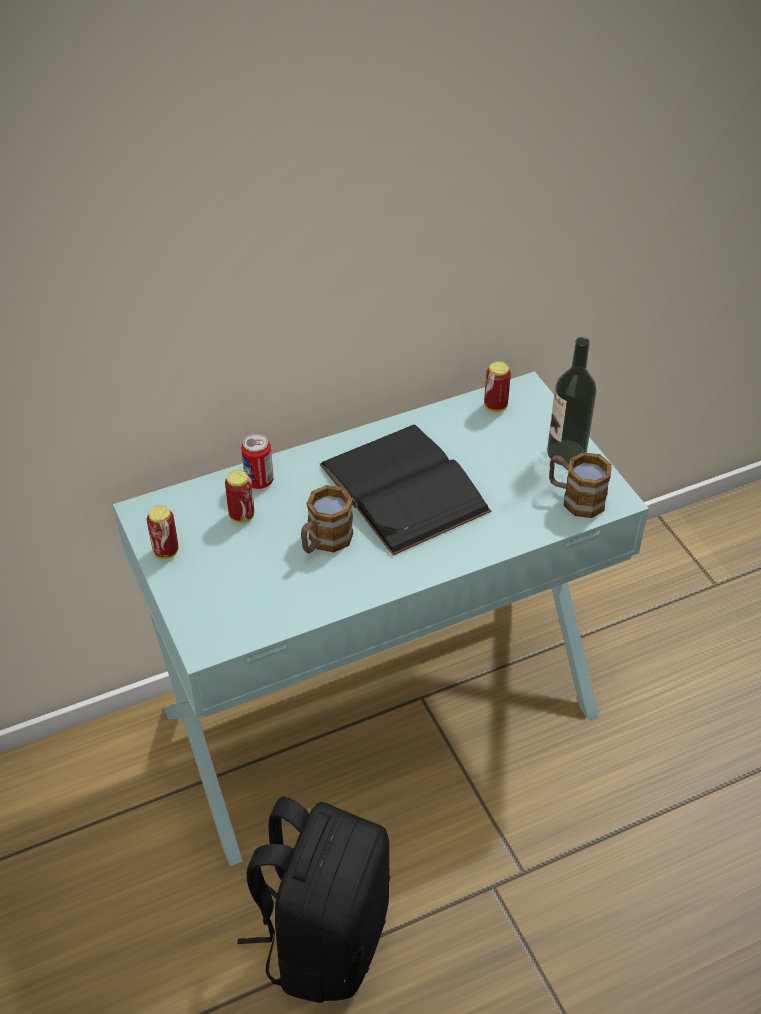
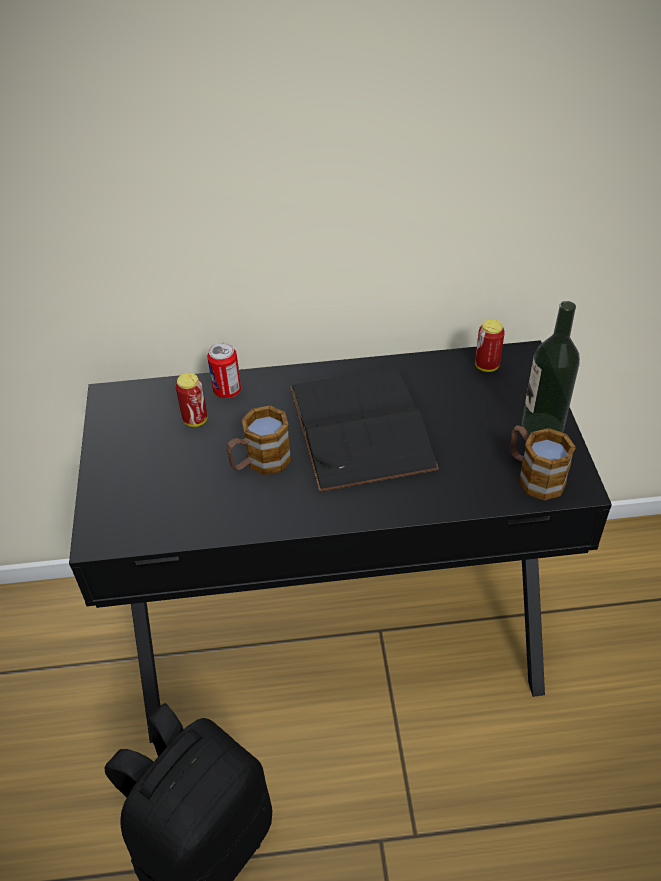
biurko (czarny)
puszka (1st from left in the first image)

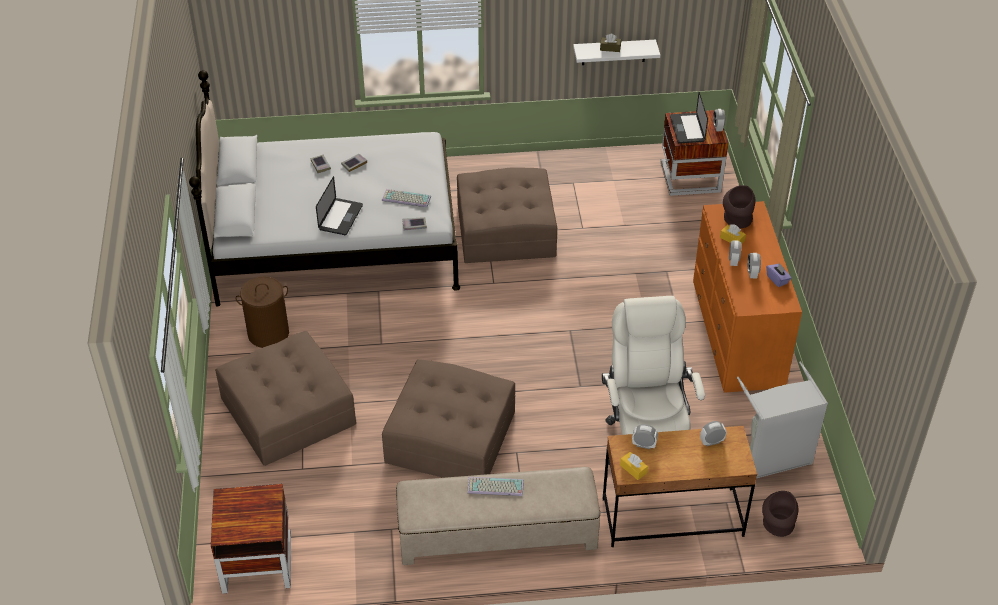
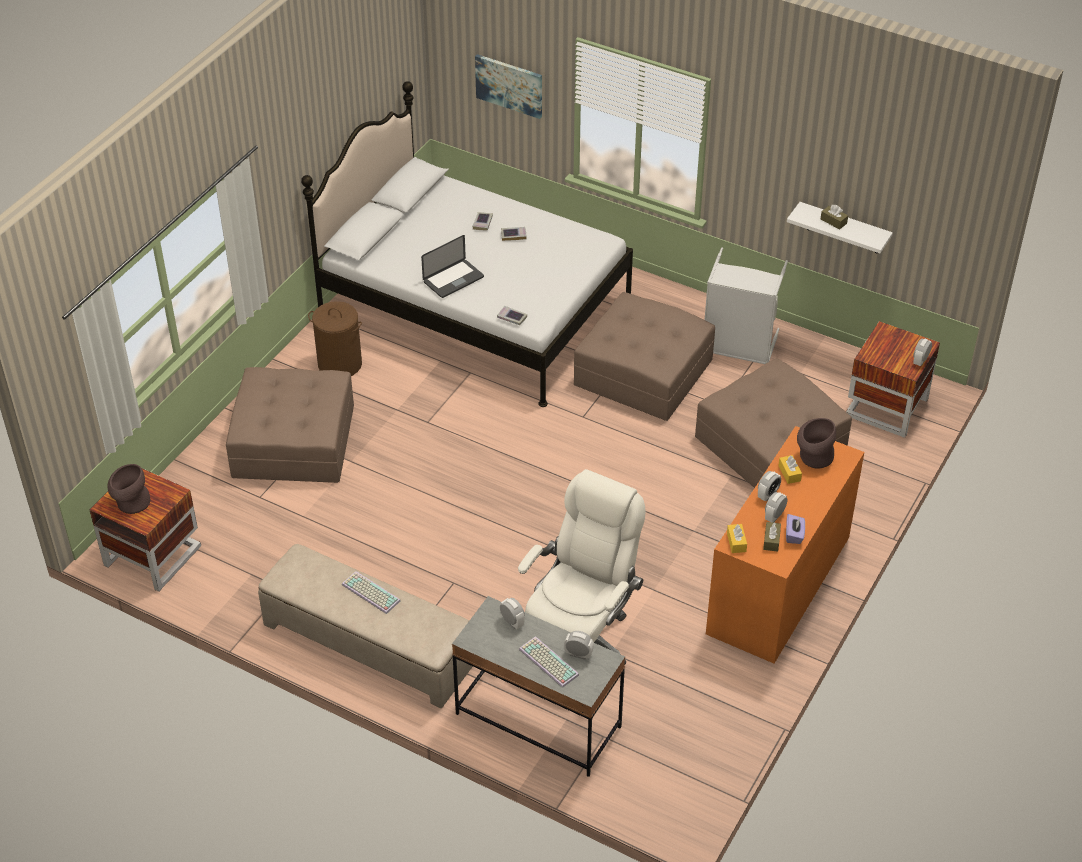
klawiatura (2nd from left)
pufa (brązowy) (3rd from left)
biurko (szary)
pudełko chusteczek (żółty) (1st from left)
laptop (2nd from left in the first image)
kosz na pranie (szary)
wazon (brązowy) (1st from left)
obraz
pudełko chusteczek (brązowy) (1st from left)

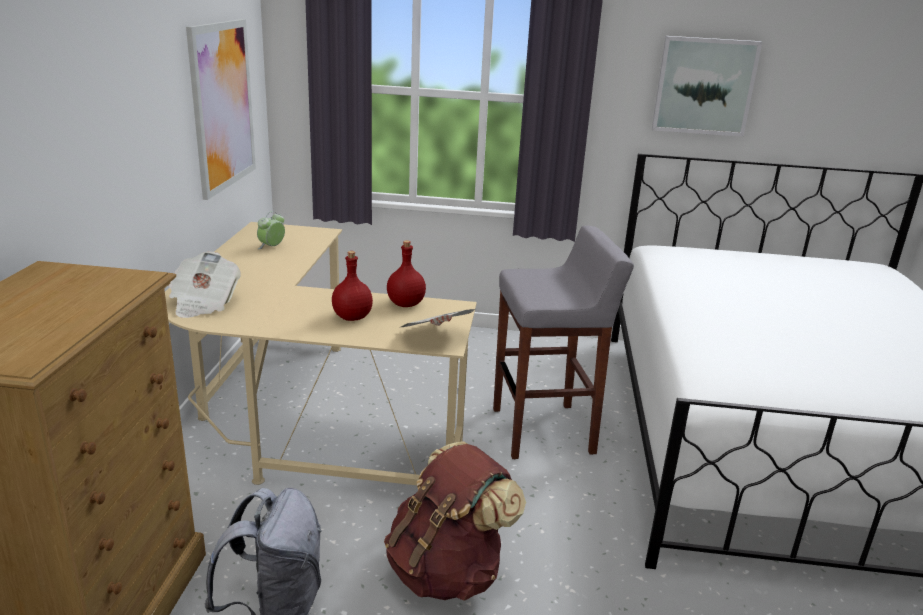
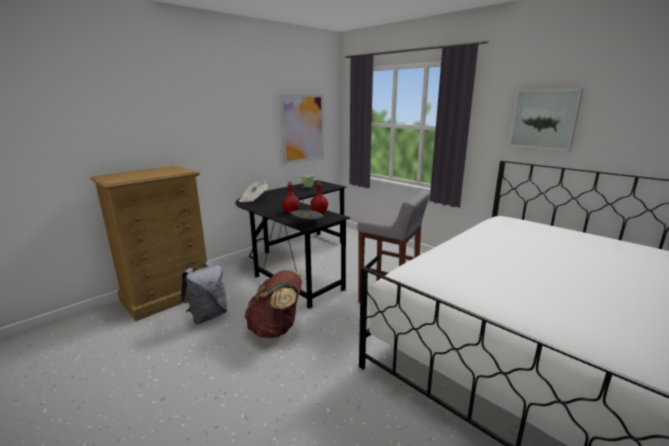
biurko (czarny)

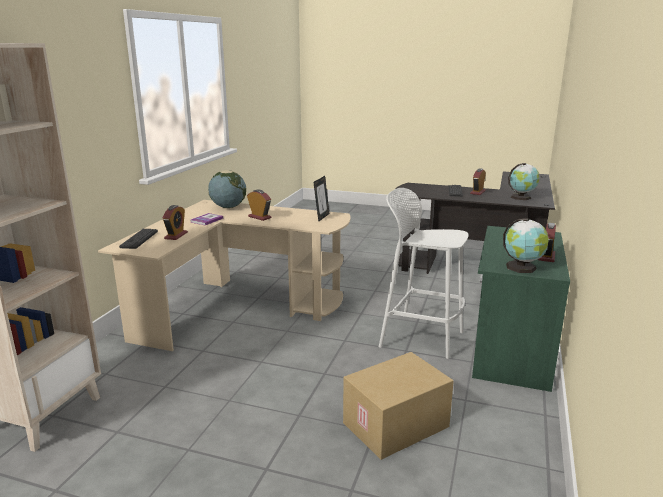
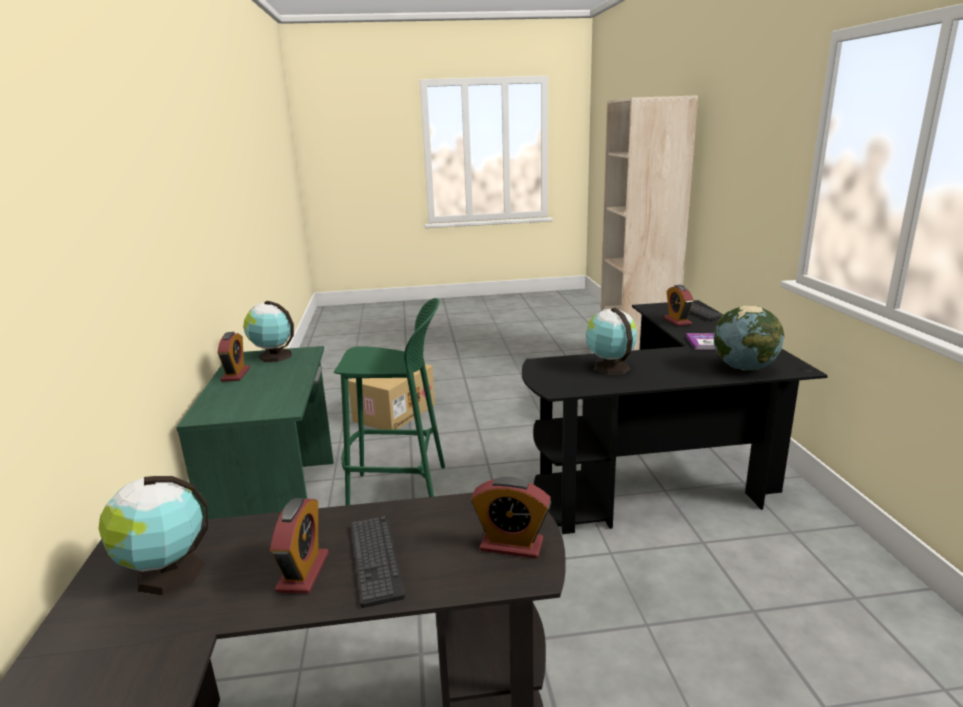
biurko (czarny) (2nd from left)
budzik (3rd from left)
ramka na zdjęcie
stołek (zielony)
globus (3rd from left)

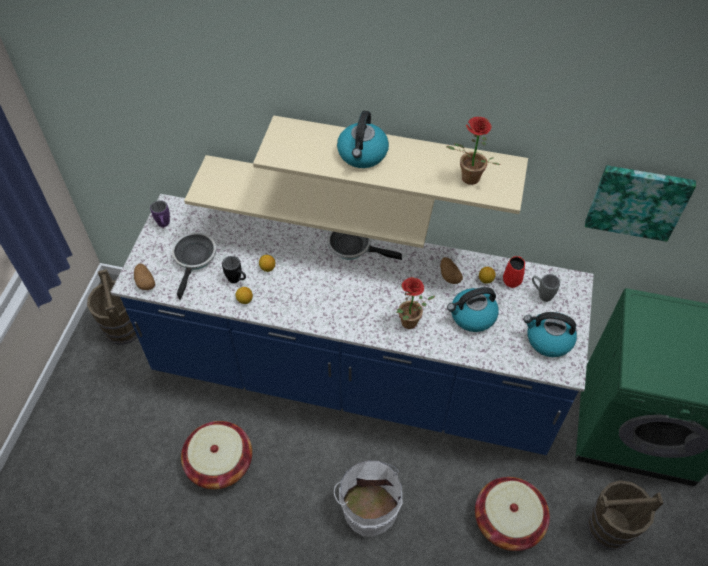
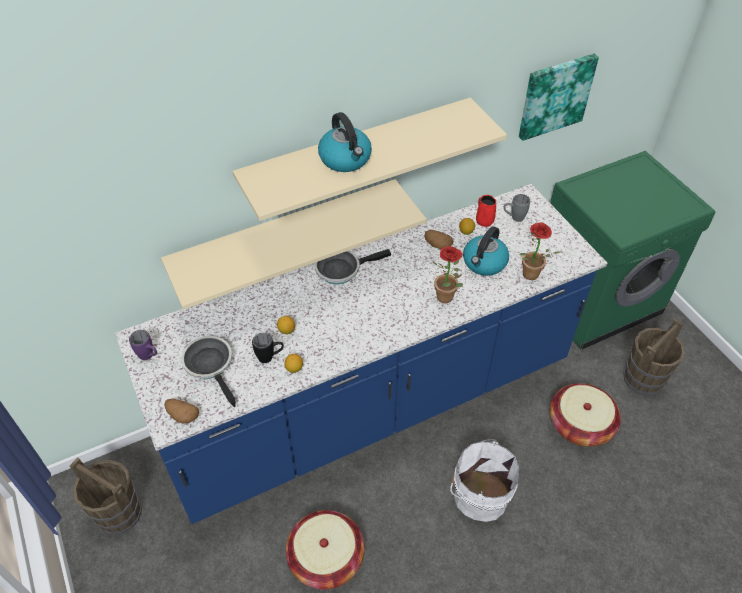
roślina doniczkowa (2nd from left)
czajnik (3rd from left in the first image)

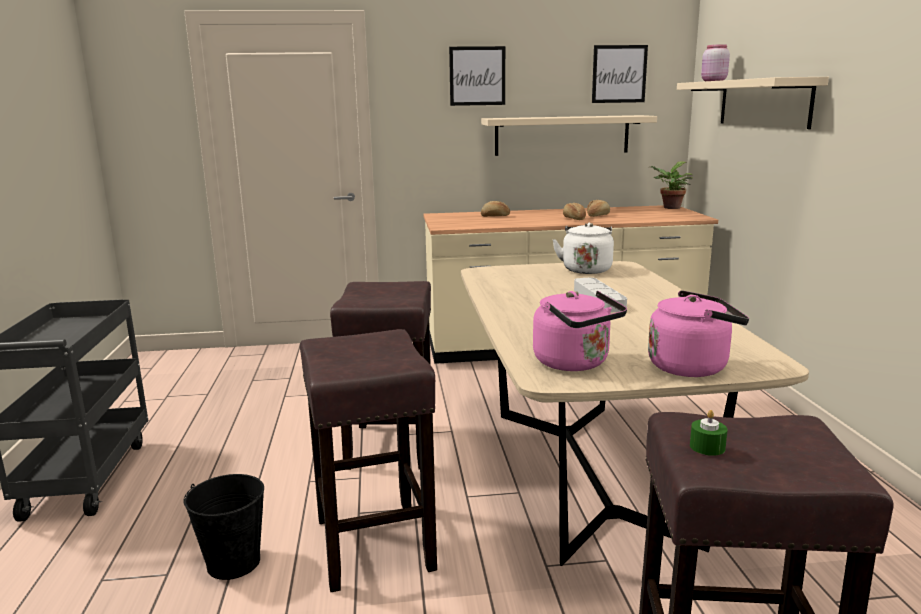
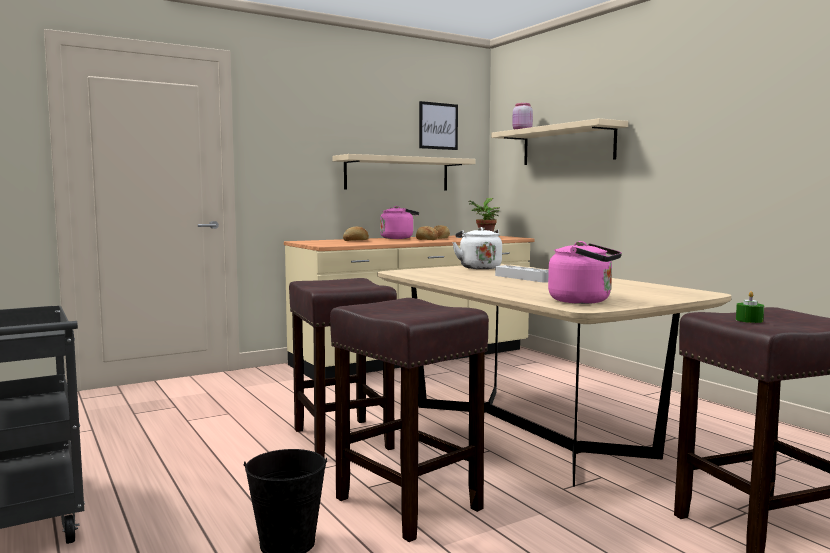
obraz (1st from left in the first image)
czajnik (różowy) (1st from left)

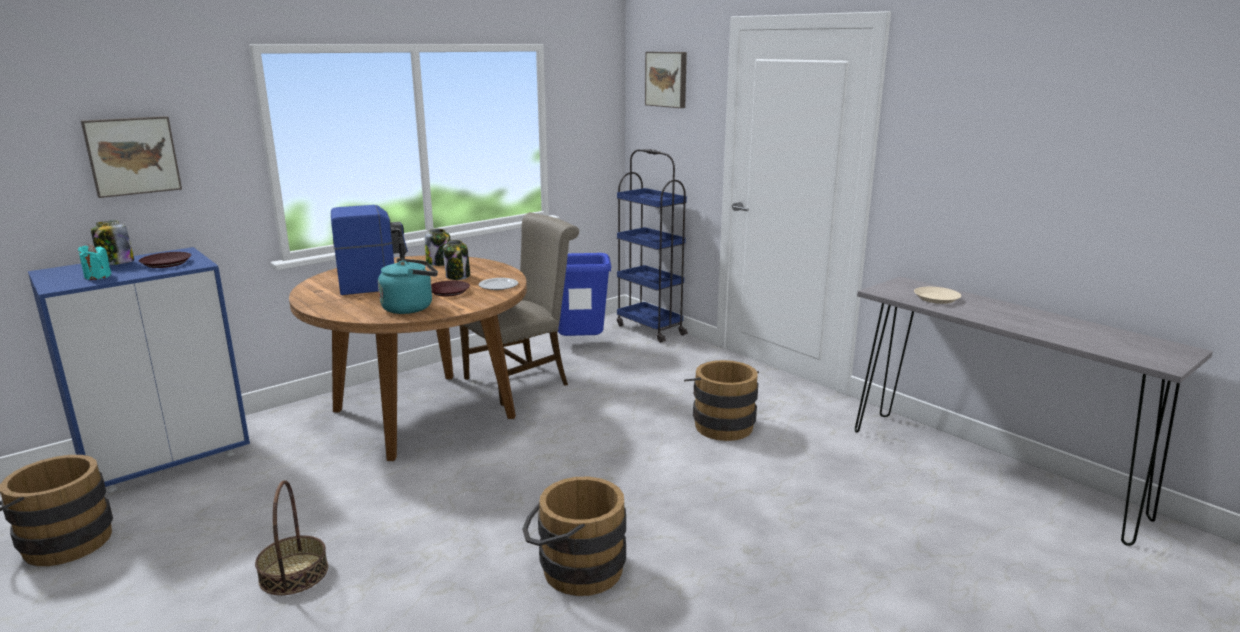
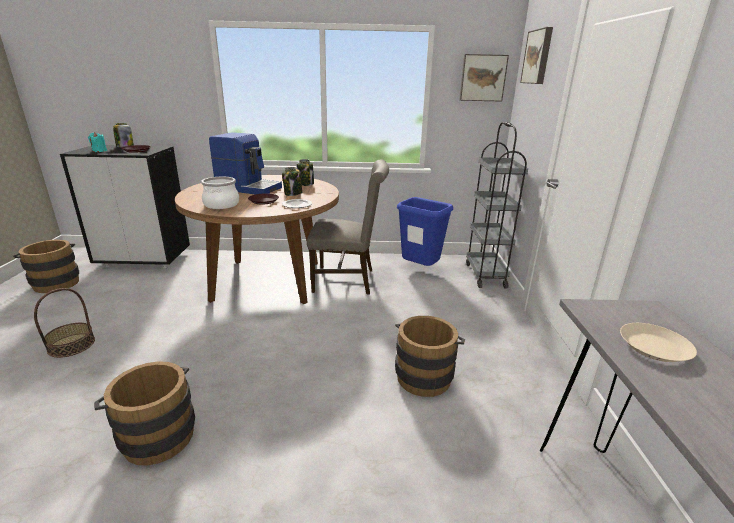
szafka (czarny)
obraz (1st from left)
garnek
wózek (szary)

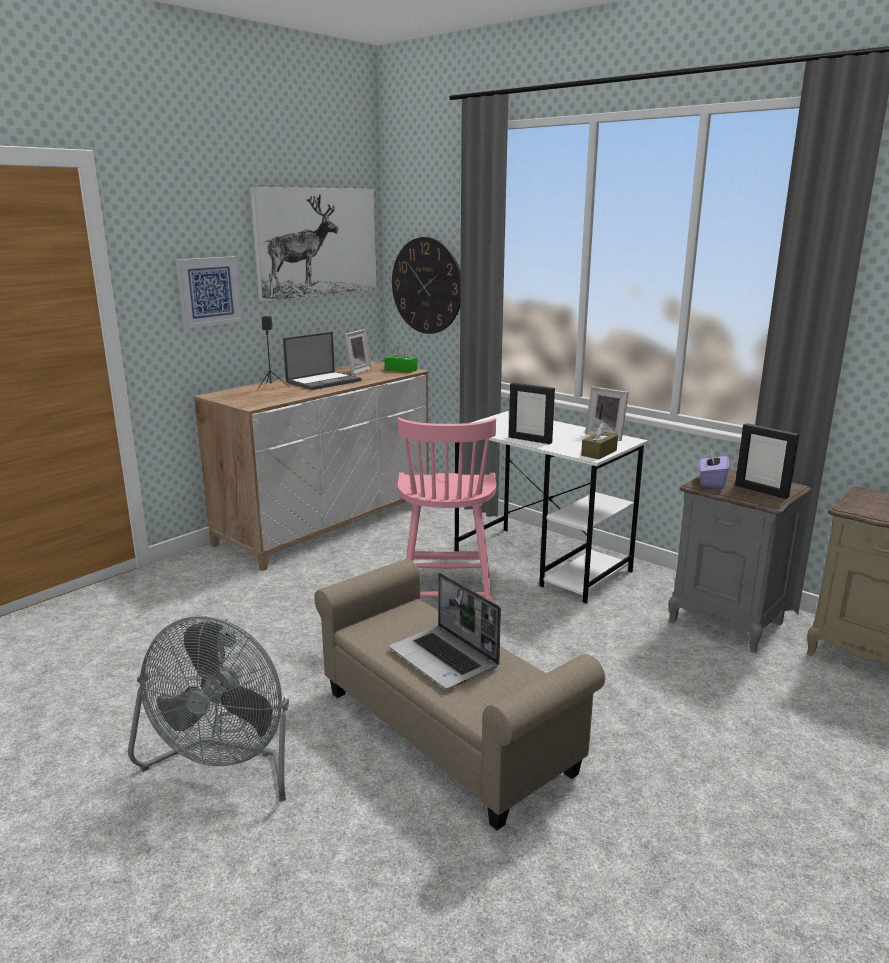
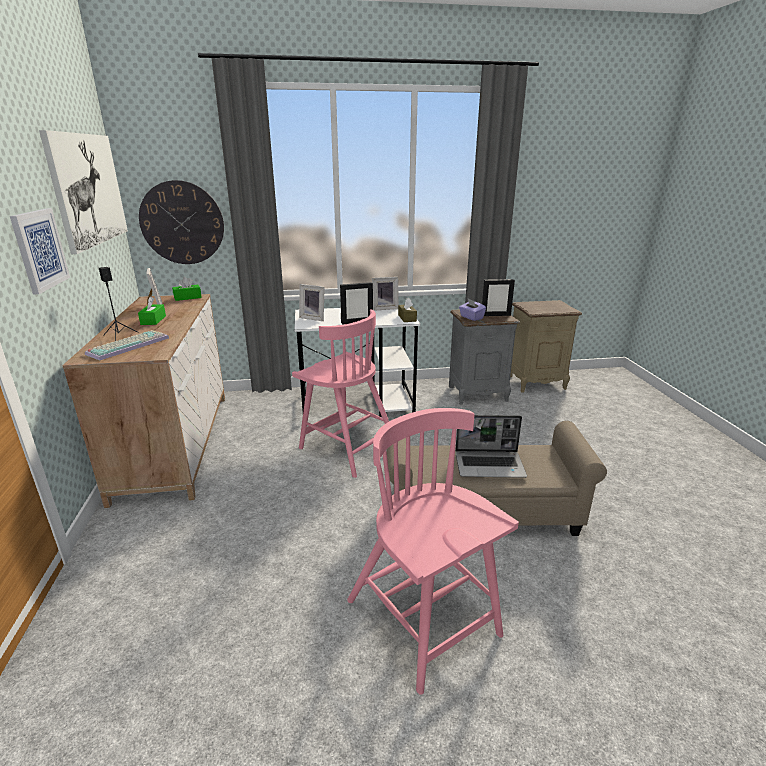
krzesło (różowy) (2nd from left)
pudełko chusteczek (zielony) (1st from left)
klawiatura
ramka na zdjęcie (2nd from left)

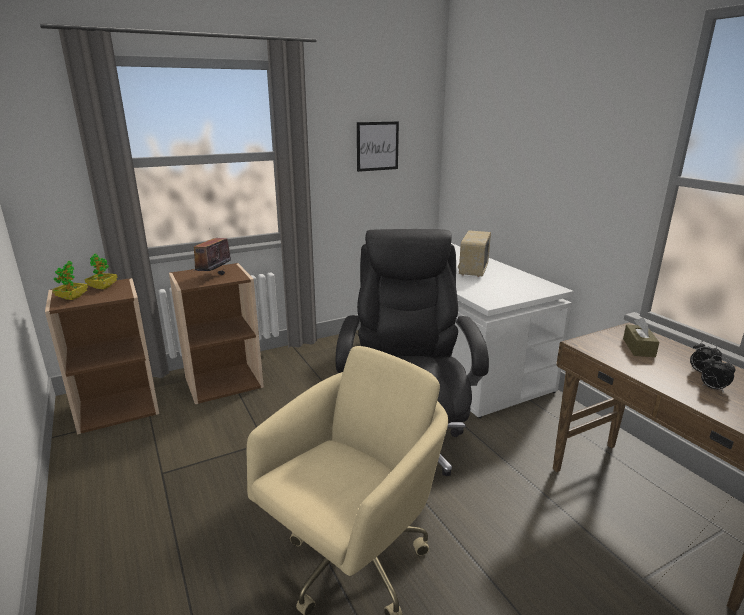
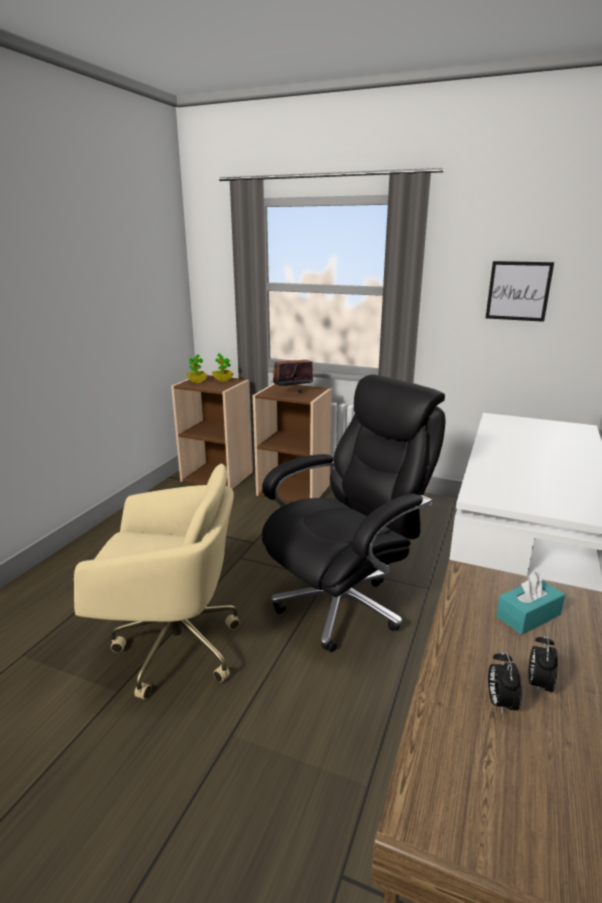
radio (2nd from left in the first image)
pudełko chusteczek (turkusowy)

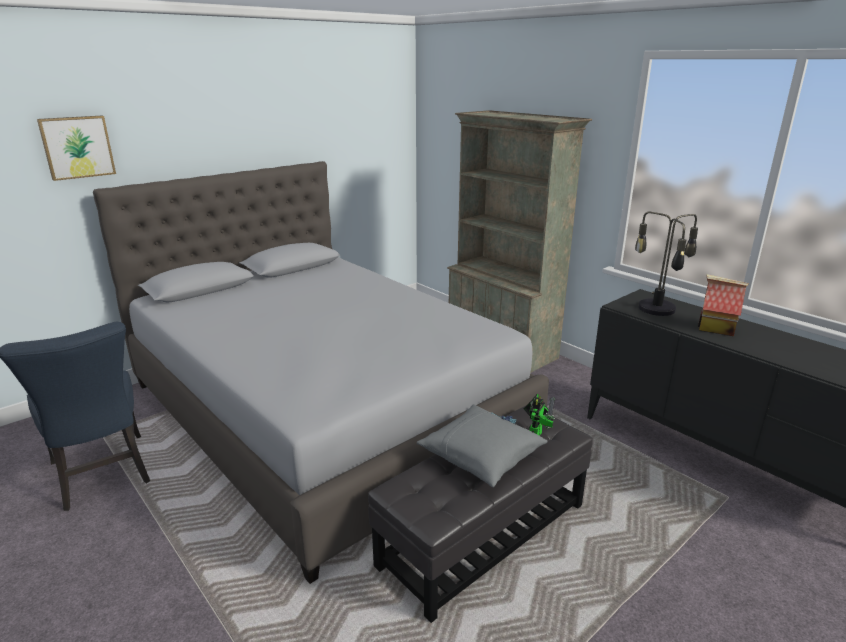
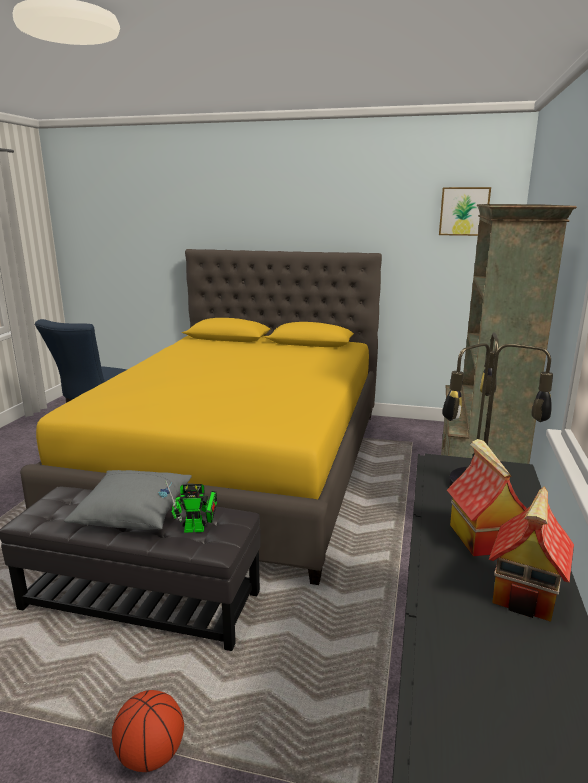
obraz
łóżko (żółty)
piłka do koszykówki
domek (2nd from left)

